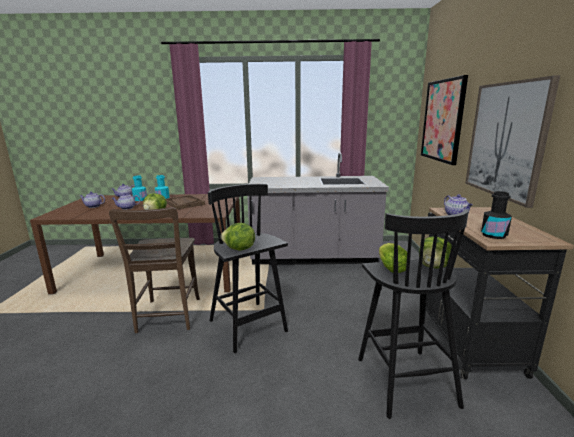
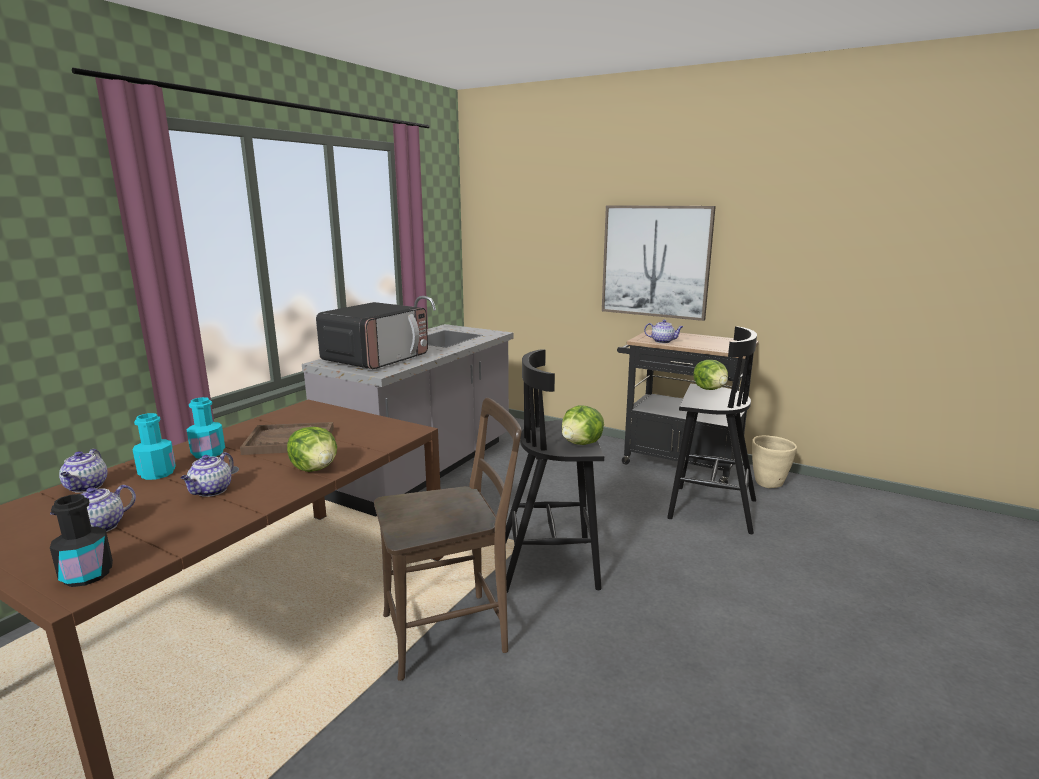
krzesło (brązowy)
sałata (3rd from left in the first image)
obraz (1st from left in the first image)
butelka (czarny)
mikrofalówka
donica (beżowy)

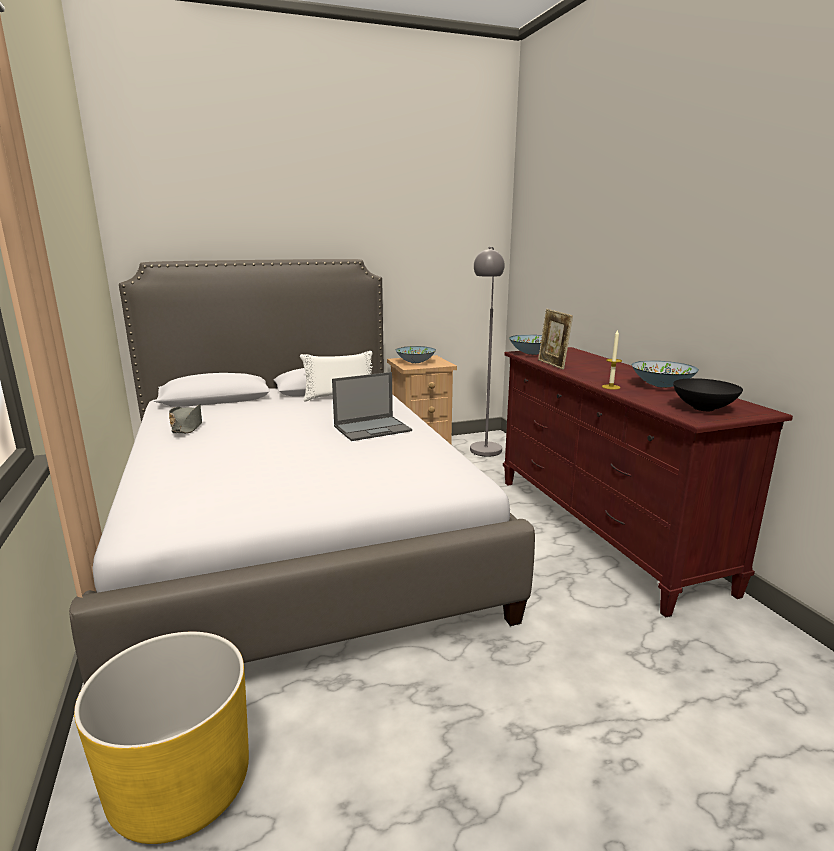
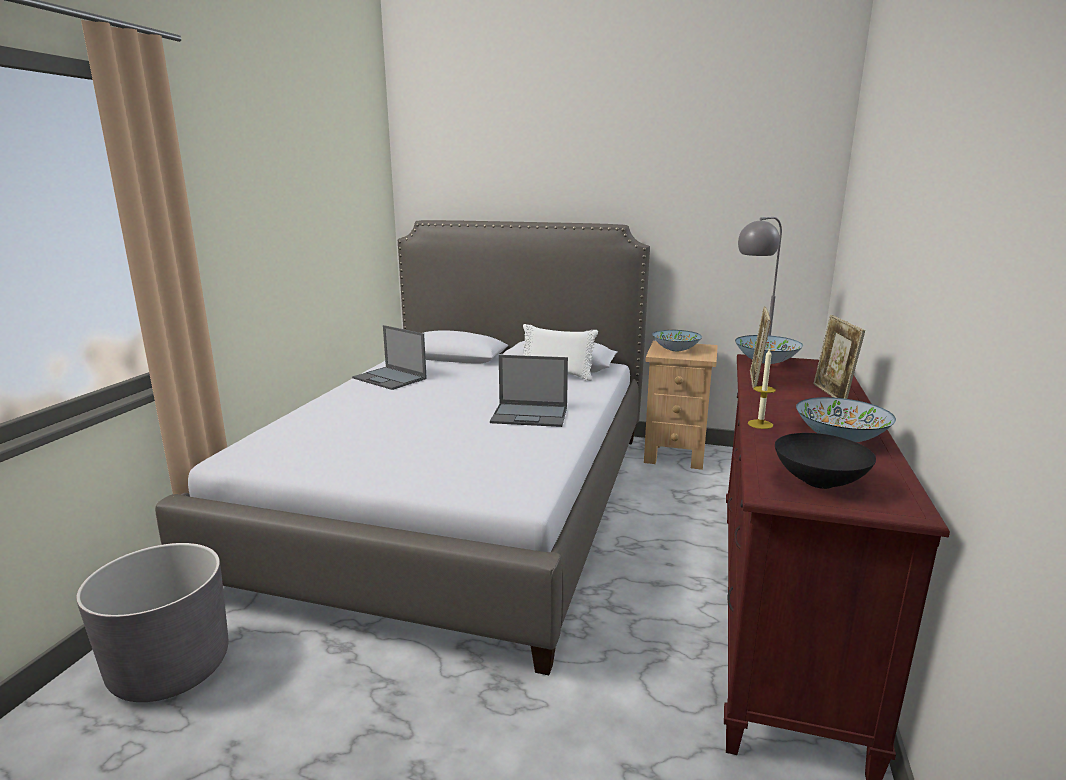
donica (szary)
laptop (1st from left)
ramka na zdjęcie (2nd from left)

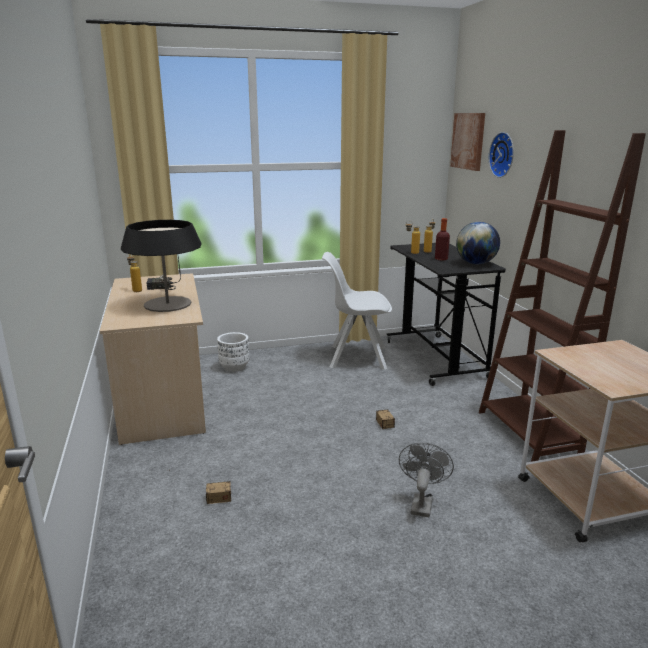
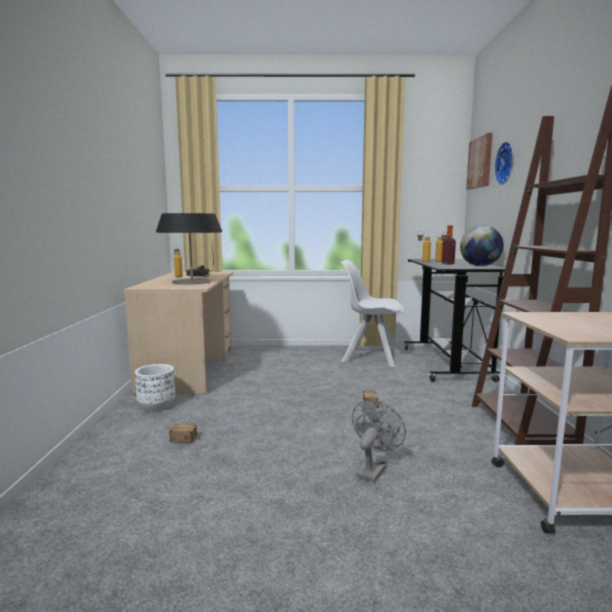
donica (biały)

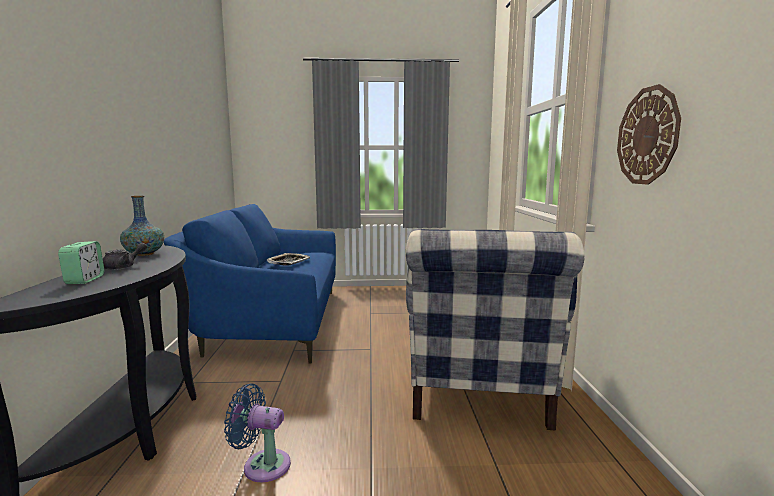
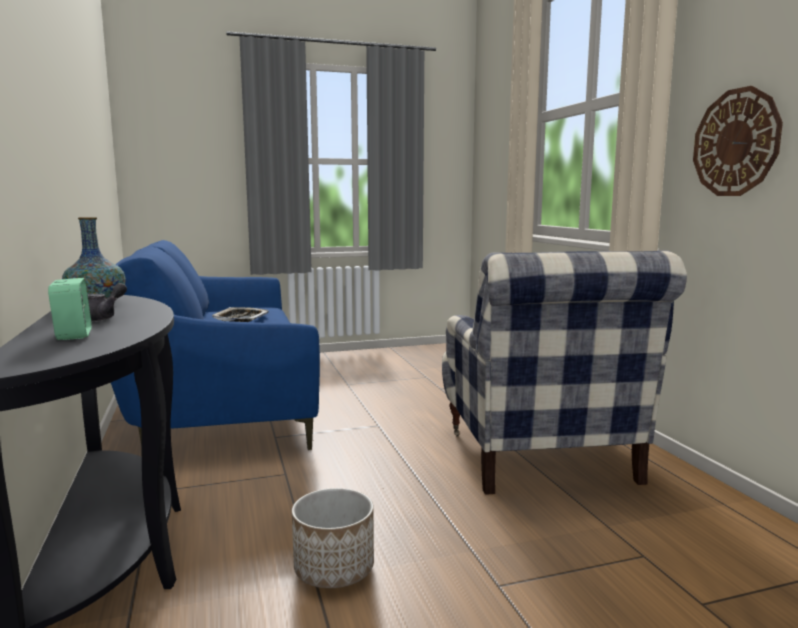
donica

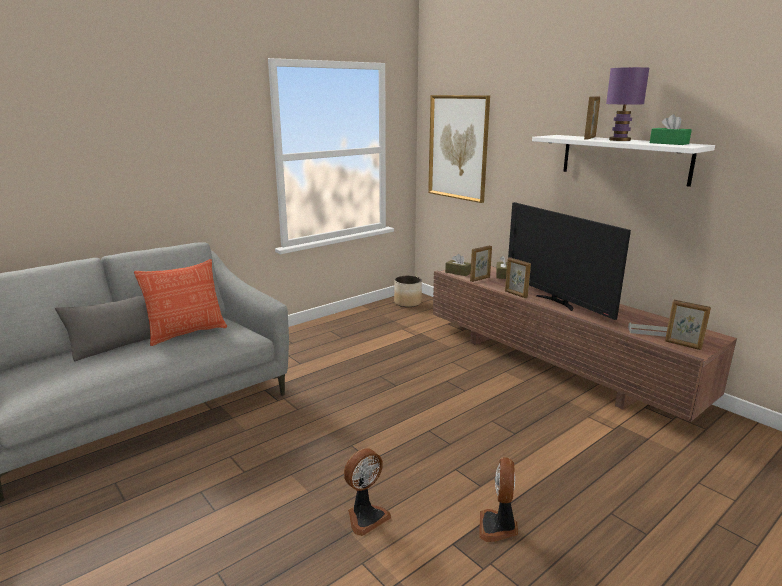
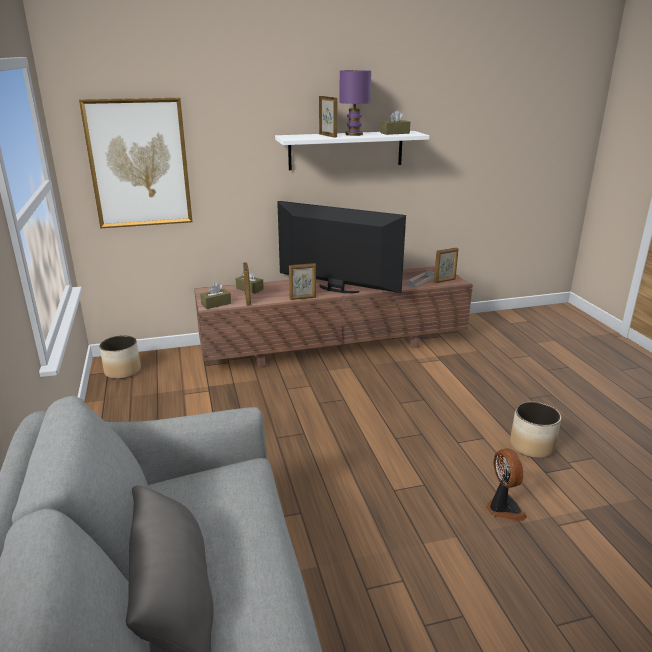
poduszka (pomarańczowy)
donica (2nd from left)
telewizor
pudełko chusteczek (brązowy) (3rd from left)

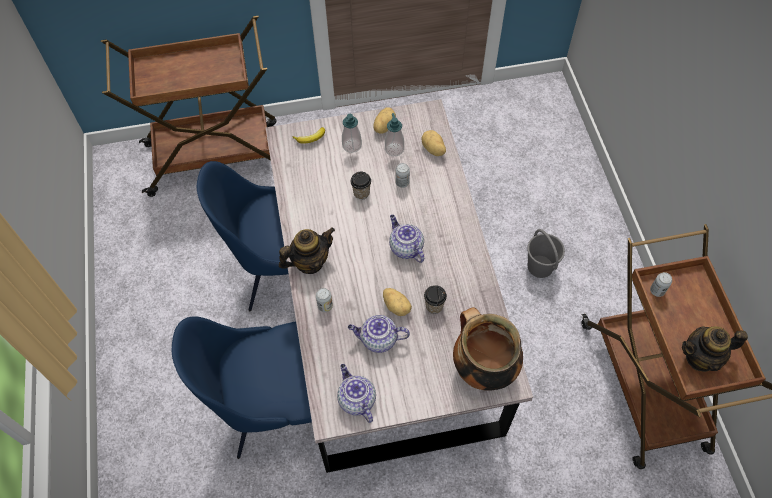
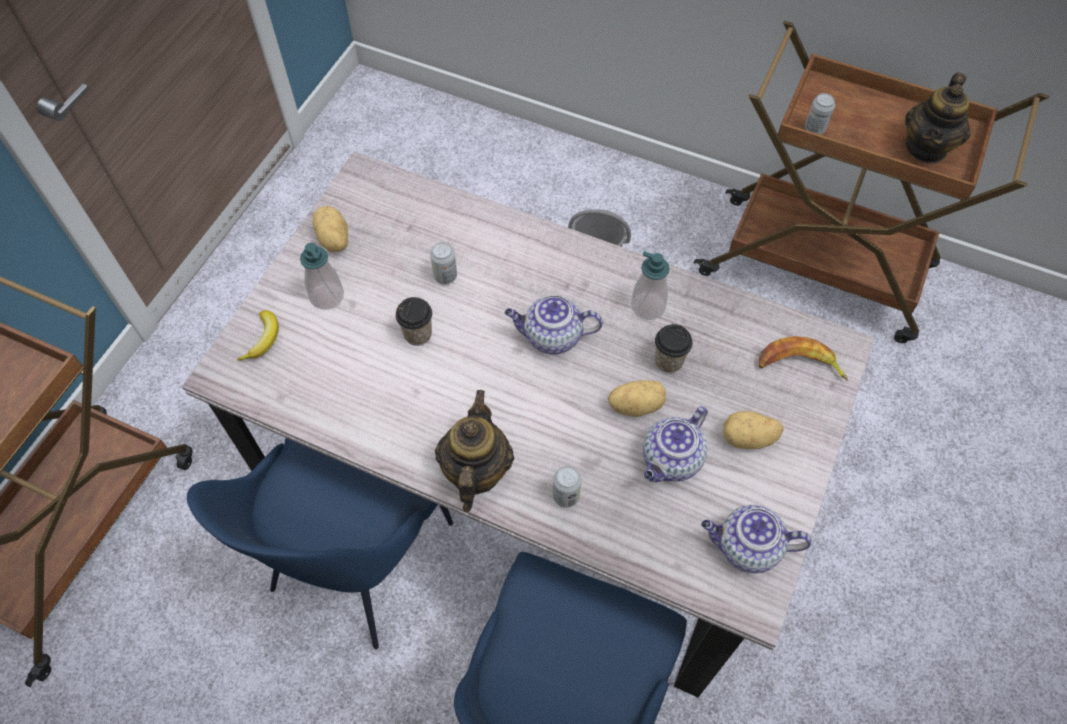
dozownik mydła (2nd from left)
ziemniak (3rd from left)
banan (2nd from left)

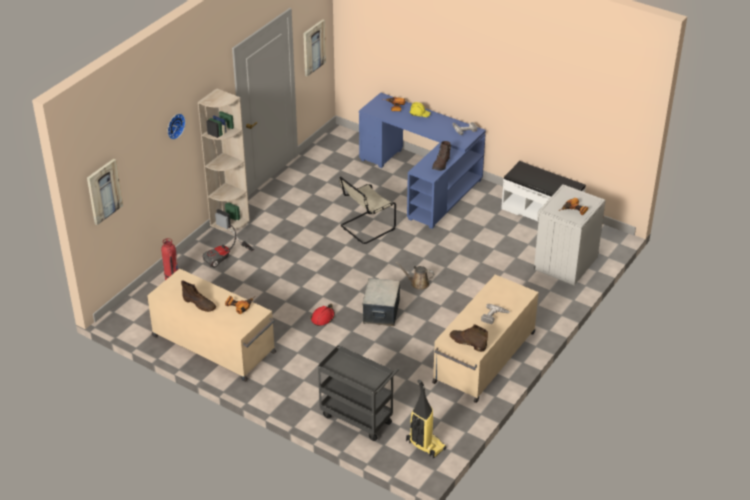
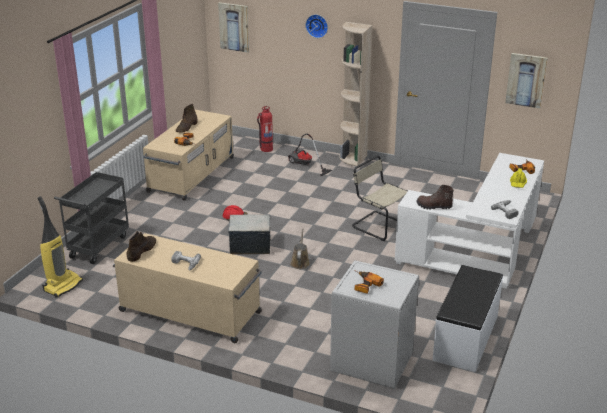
biurko (biały)

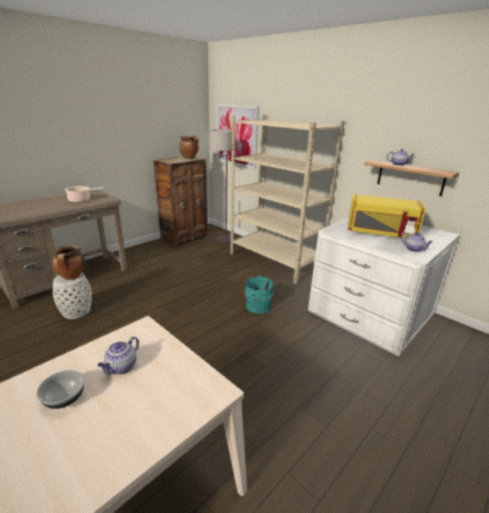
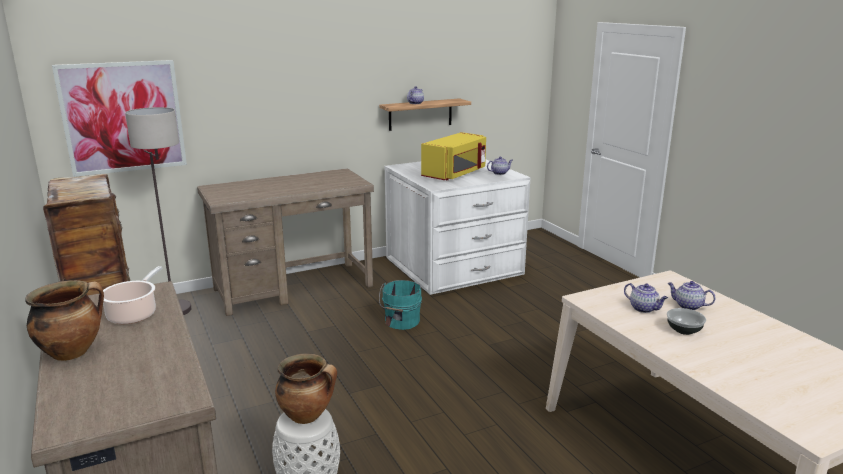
garnek (1st from left)
biurko (brązowy) (2nd from left)
imbryk (4th from left)

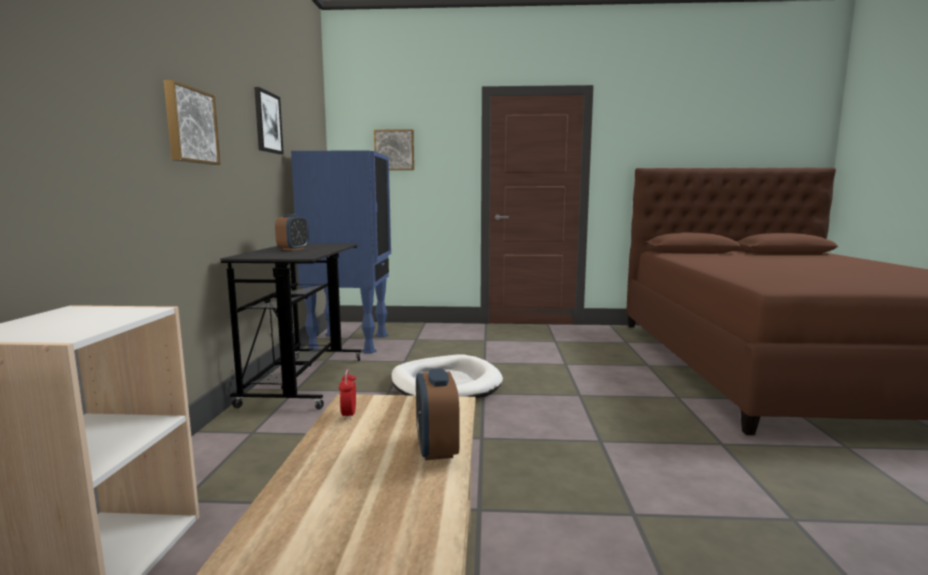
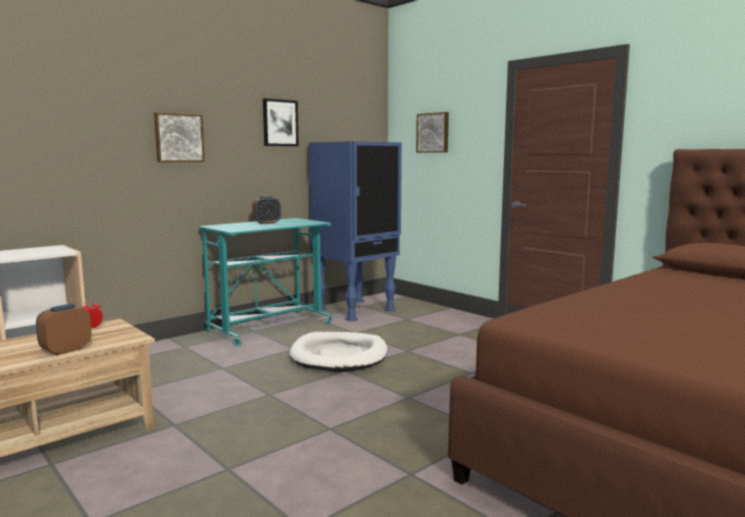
biurko (turkusowy)

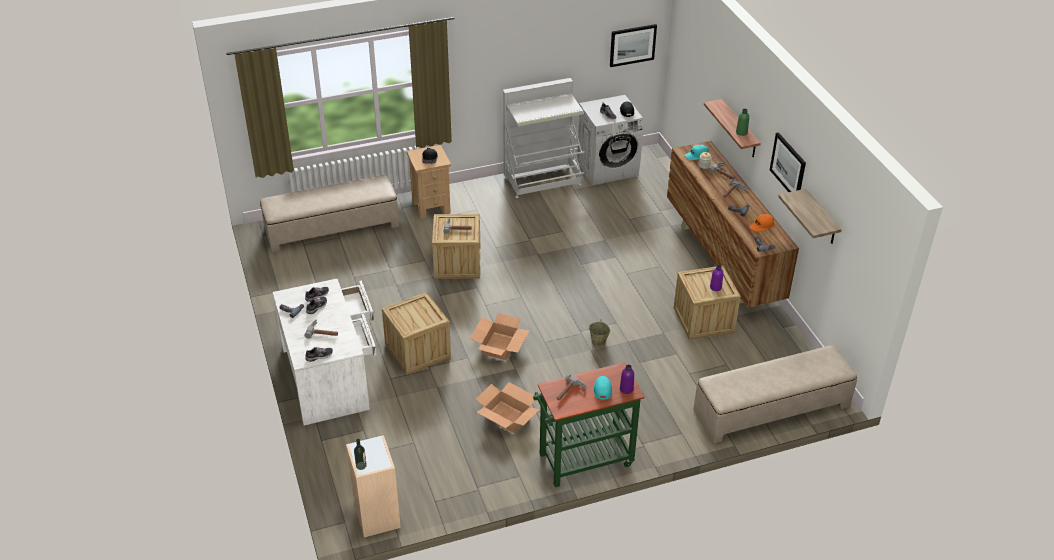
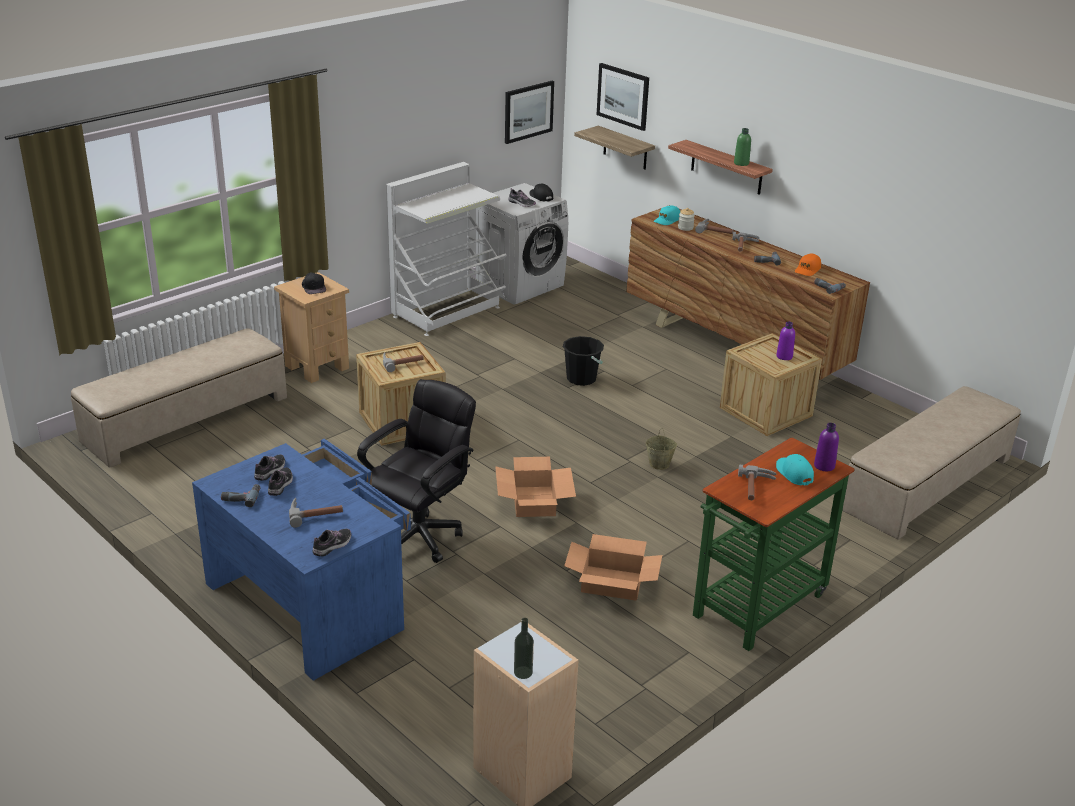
biurko (niebieski)
krzesło biurowe (czarny)
obraz (2nd from left)
półka (1st from left)
wiadro (czarny)

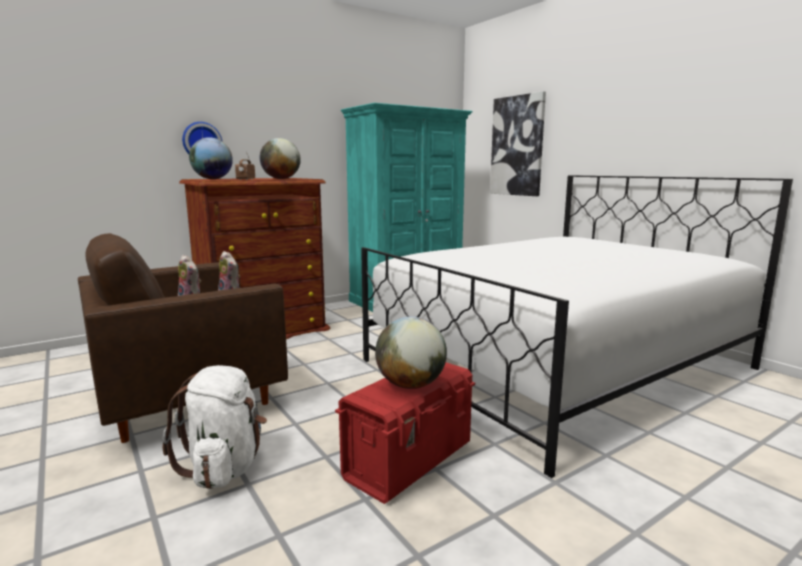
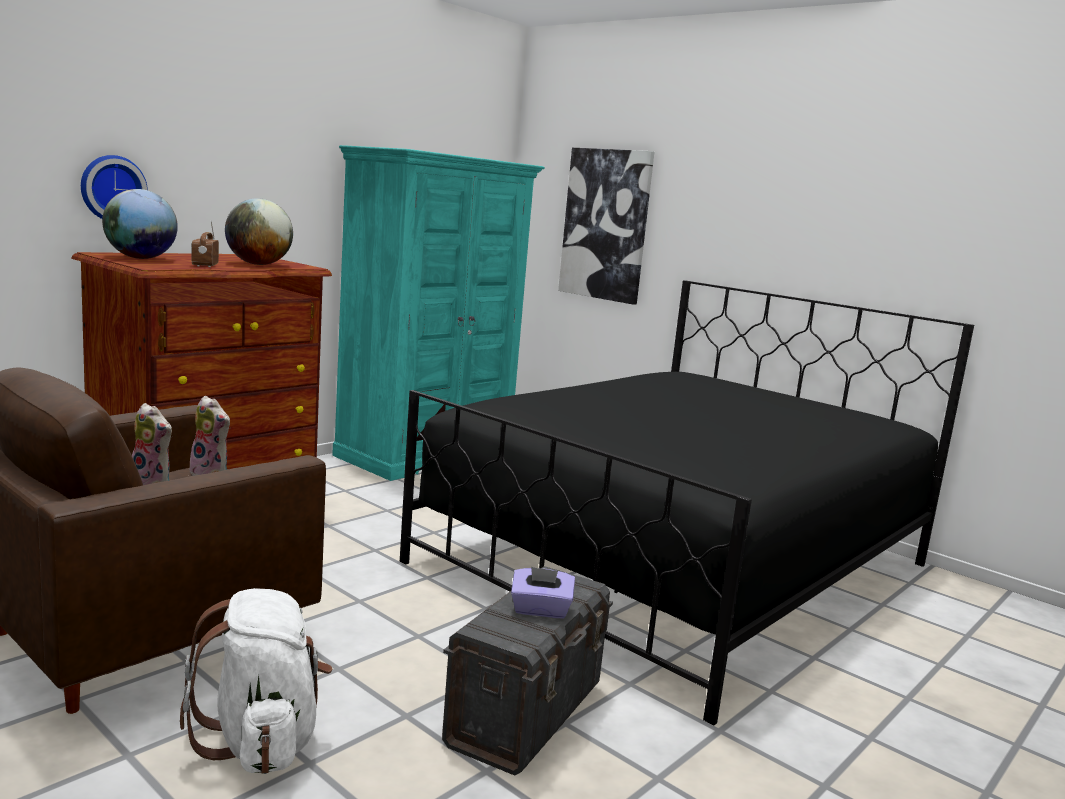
pojemnik do przechowywania (szary)
łóżko (czarny)
pudełko chusteczek (fioletowy)

